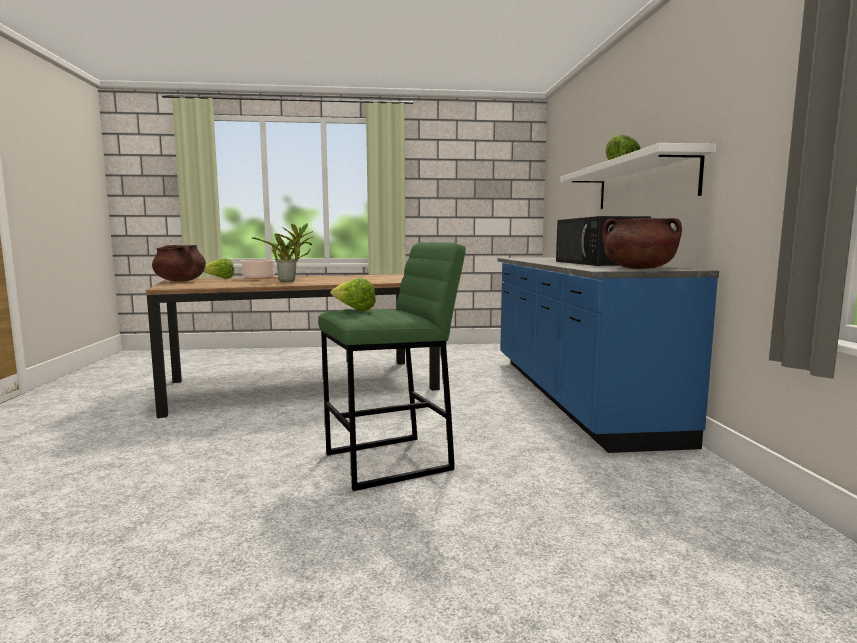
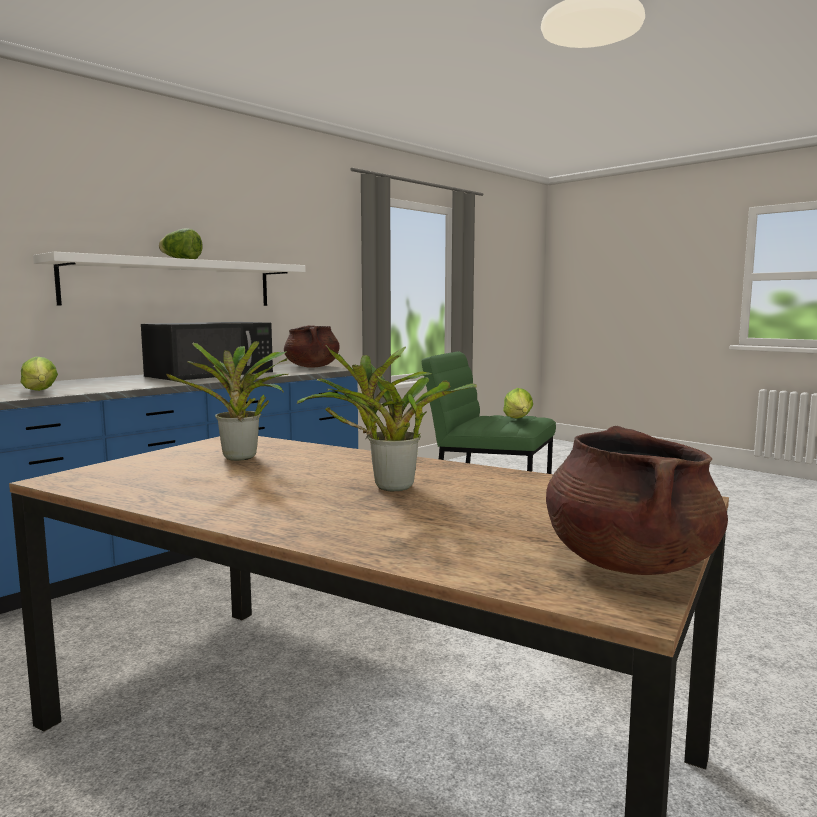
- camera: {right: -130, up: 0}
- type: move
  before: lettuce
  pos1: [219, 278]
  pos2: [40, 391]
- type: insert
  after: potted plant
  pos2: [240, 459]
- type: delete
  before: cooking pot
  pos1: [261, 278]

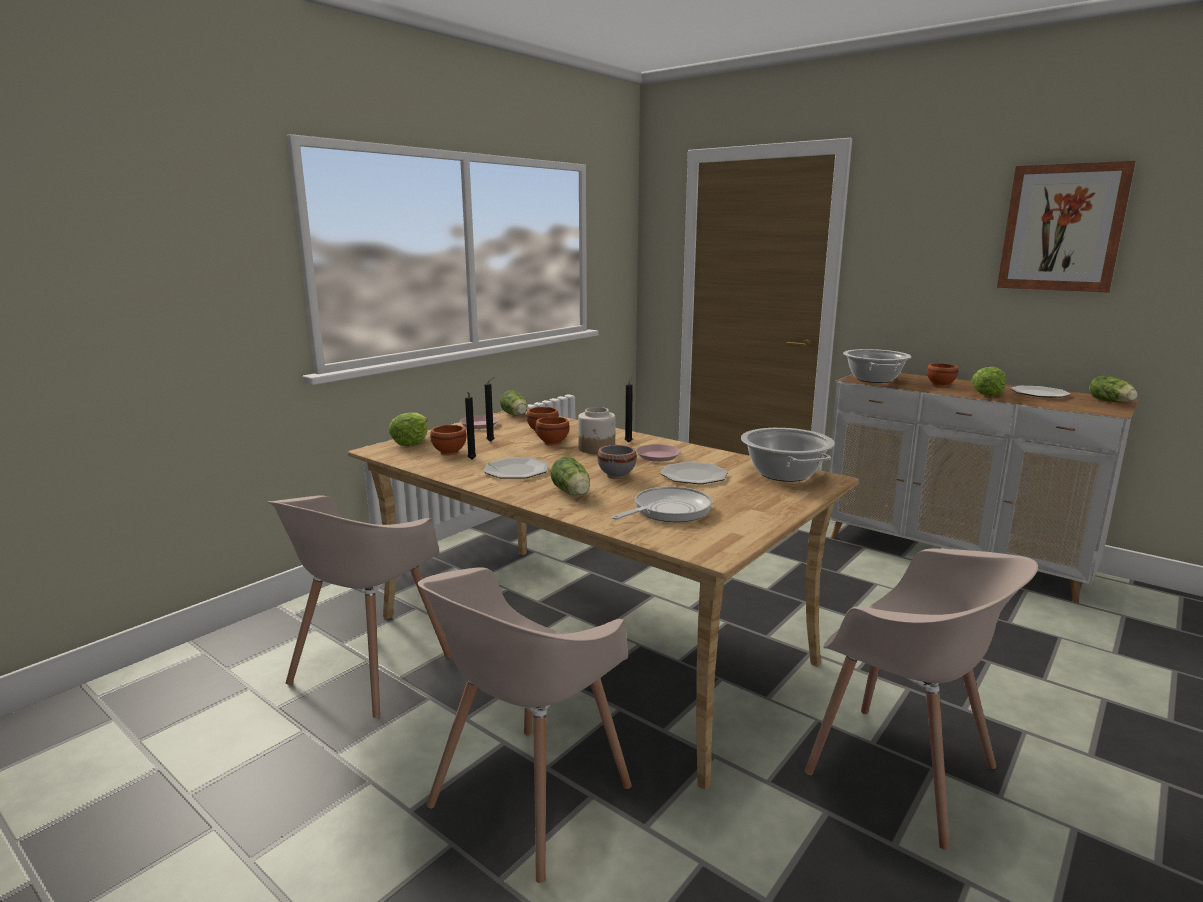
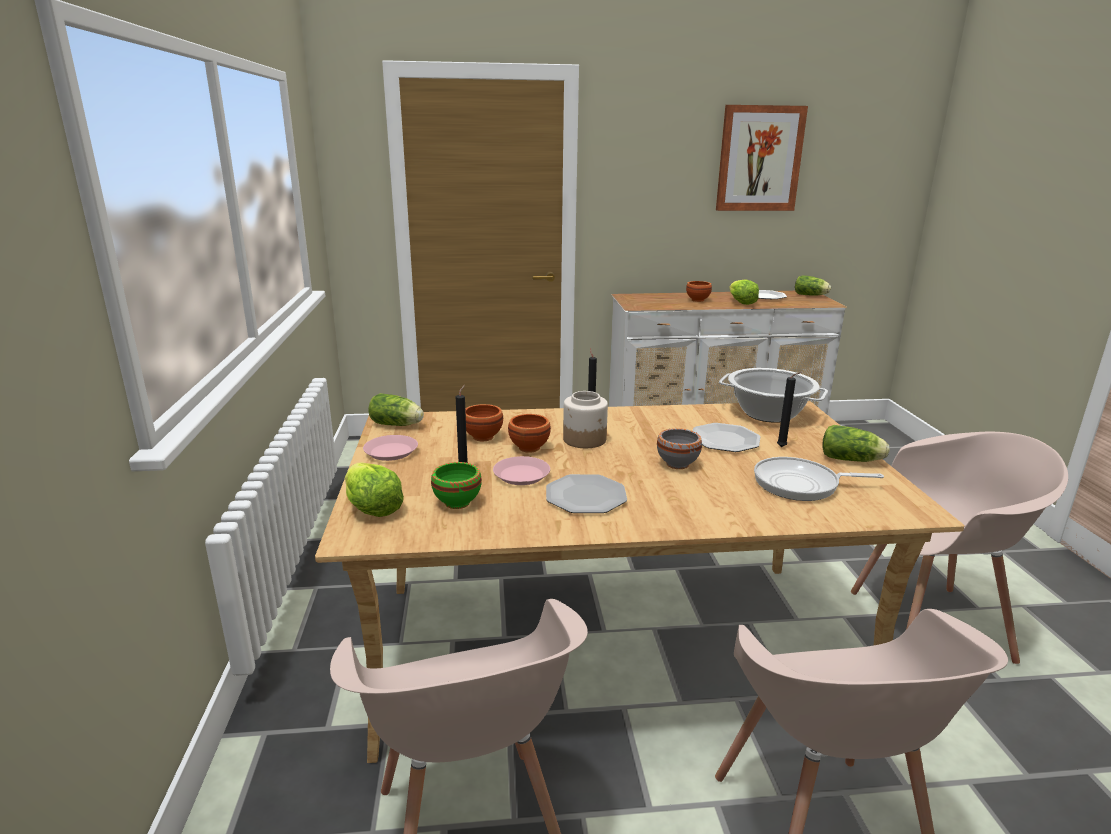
- camera: {right: -45, up: 5}
- type: recolor
  before: deep dish (brown)
  after: deep dish (green-coloured)
  pos1: [448, 453]
  pos2: [458, 503]
- type: move
  before: flat dish (pink-coloured)
  pos1: [658, 456]
  pos2: [521, 475]
- type: rotate
  before: pan
  pos1: [668, 511]
  pos2: [801, 484]
  turn: -90
- type: move
  before: wax light (blackish)
  pos1: [471, 460]
  pos2: [783, 447]
- type: move
  before: lettuce
  pos1: [572, 493]
  pos2: [852, 460]
- type: delete
  before: cooking pot
  pos1: [873, 379]

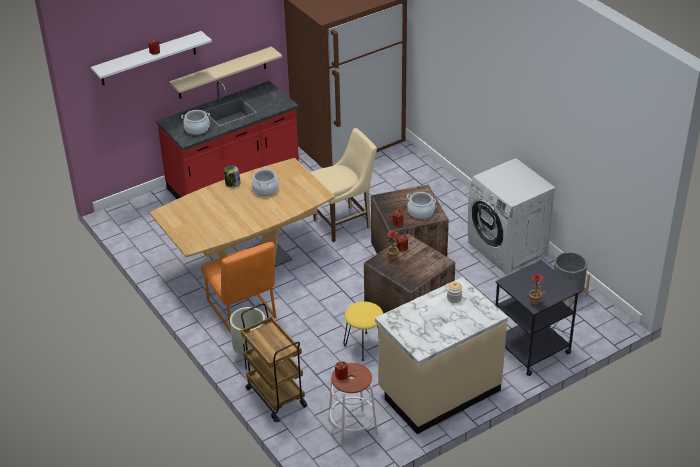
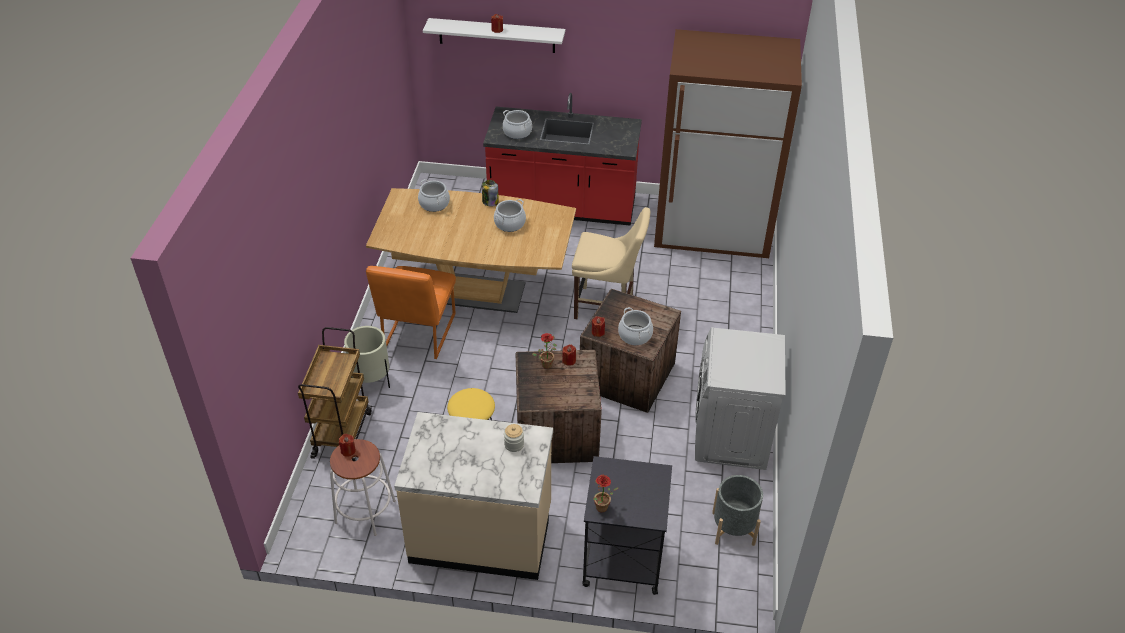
- camera: {right: 40, up: 5}
- type: insert
  after: cooking pot
  pos2: [434, 204]
- type: delete
  before: wall shelf (sand-coloured)
  pos1: [222, 73]

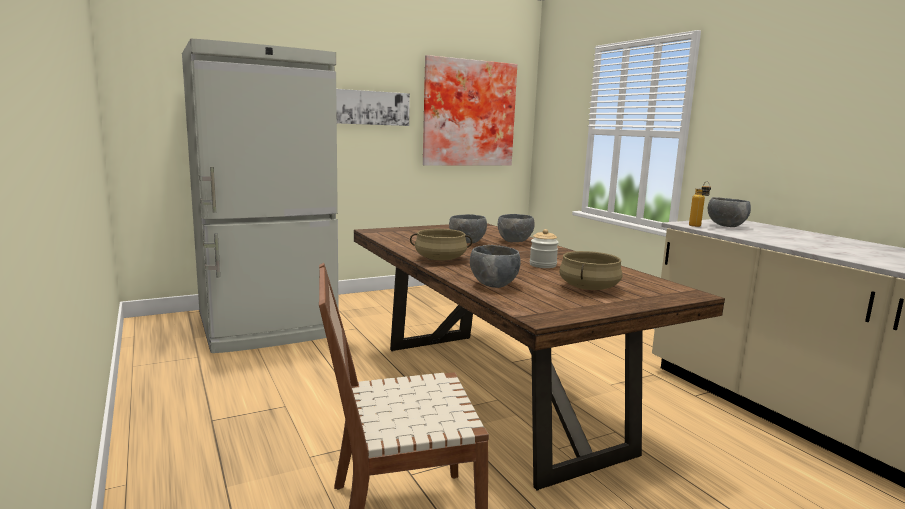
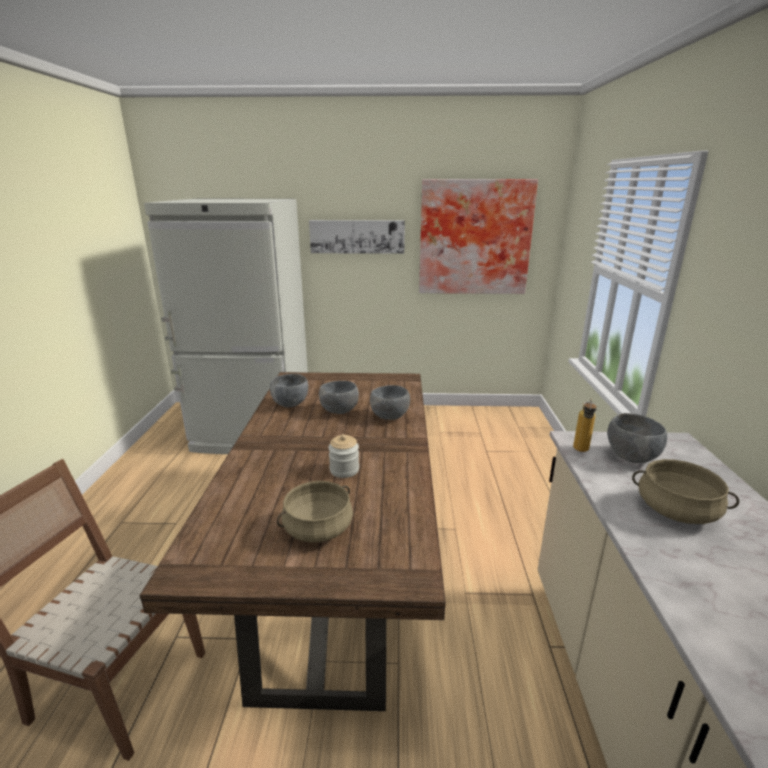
- camera: {right: 30, up: 10}
- type: move
  before: deep dish (greyish)
  pos1: [493, 285]
  pos2: [290, 404]
- type: move
  before: cooking pot (sand-coloured)
  pos1: [440, 259]
  pos2: [676, 511]

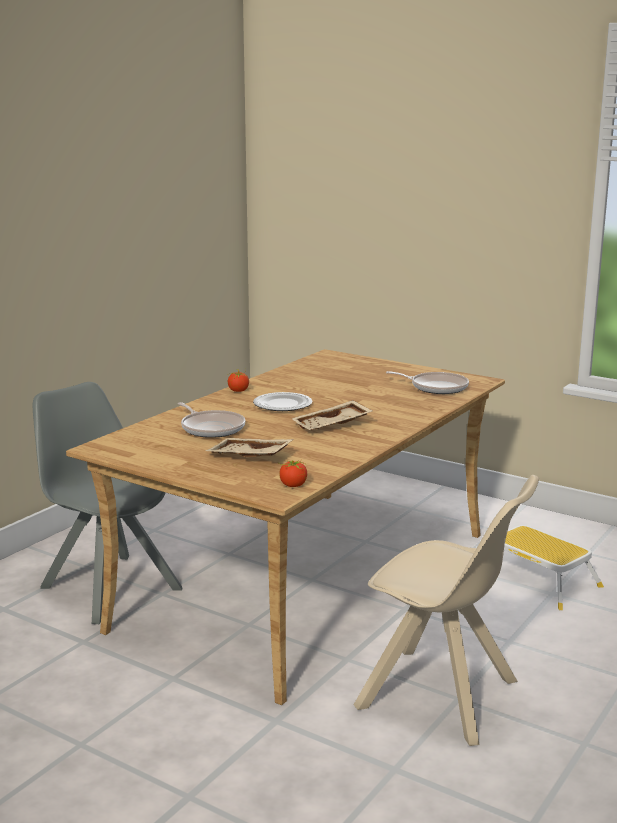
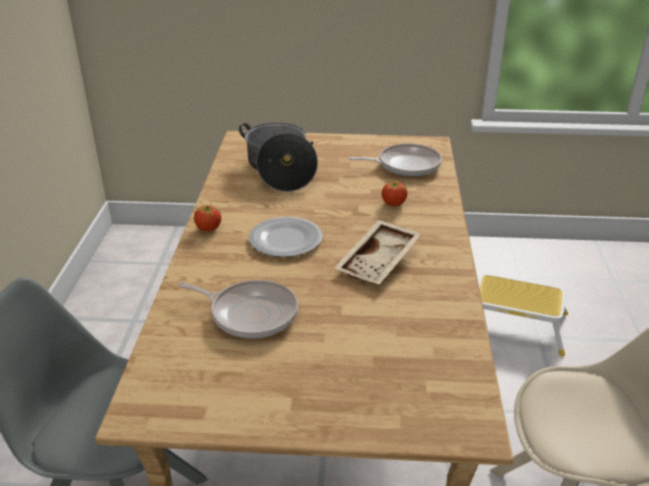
- camera: {right: -30, up: 15}
- type: insert
  after: cooking pot
  pos2: [280, 170]
- type: move
  before: fresh tomato
  pos1: [293, 485]
  pos2: [393, 203]
- type: delete
  before: serving tray (sand-coloured)
  pos1: [248, 457]

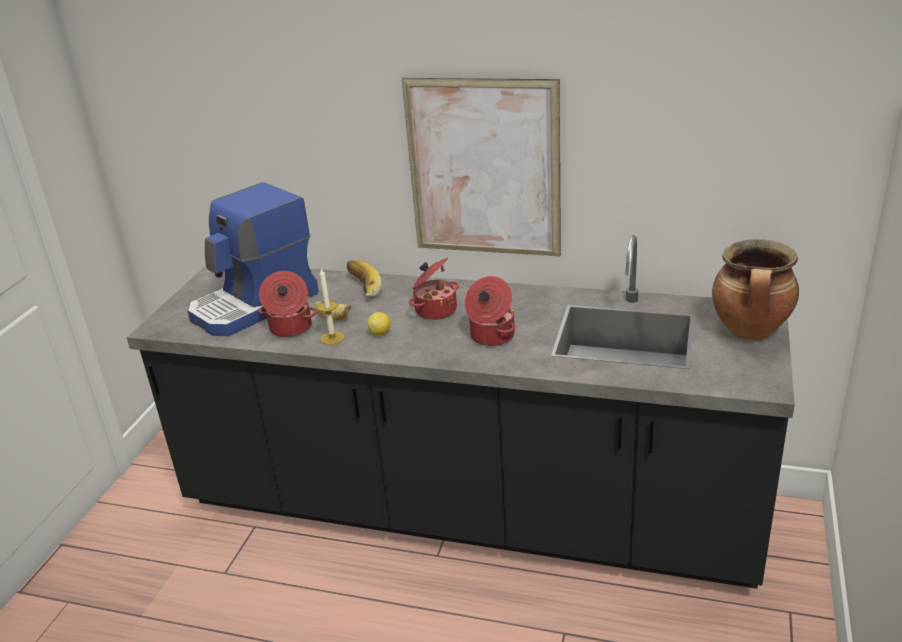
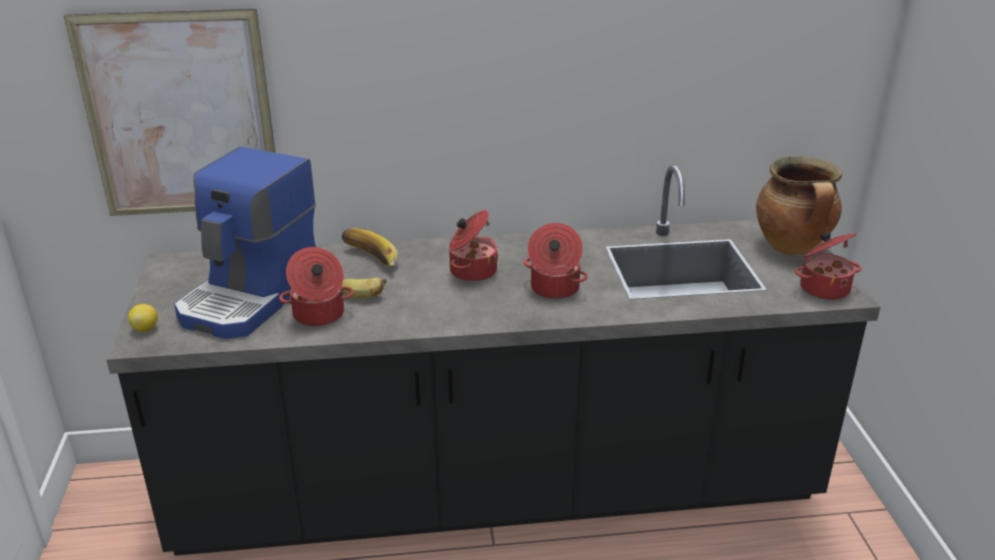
- camera: {right: -25, up: 0}
- type: move
  before: picture
  pos1: [483, 169]
  pos2: [180, 116]
- type: move
  before: whole lemon
  pos1: [380, 333]
  pos2: [145, 329]
- type: insert
  after: cooking pot
  pos2: [823, 288]
- type: delete
  before: wax light
  pos1: [332, 338]

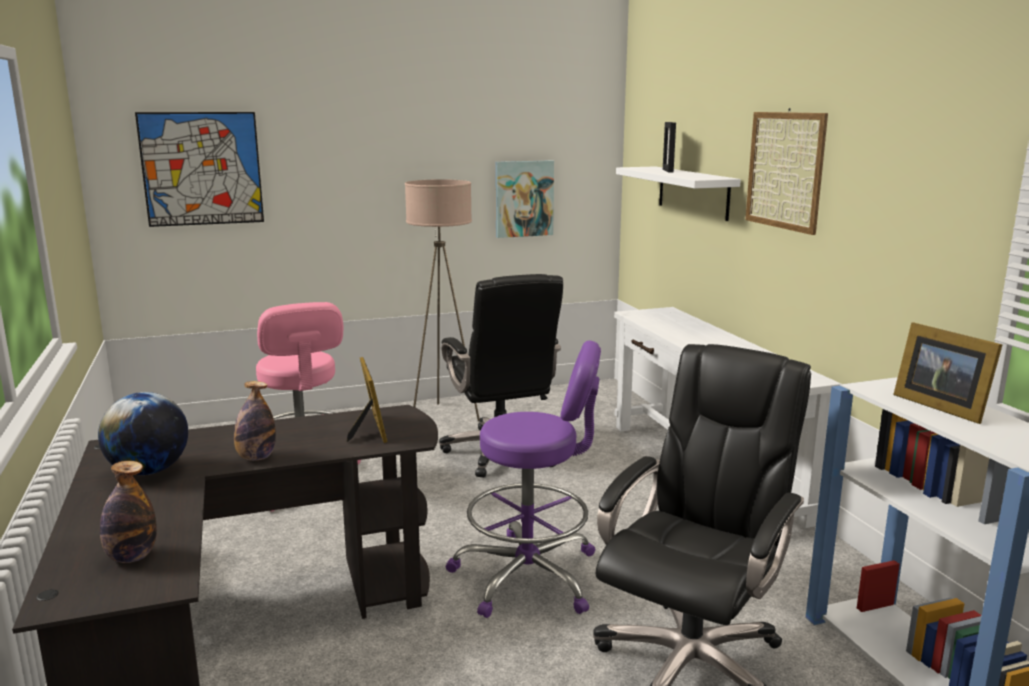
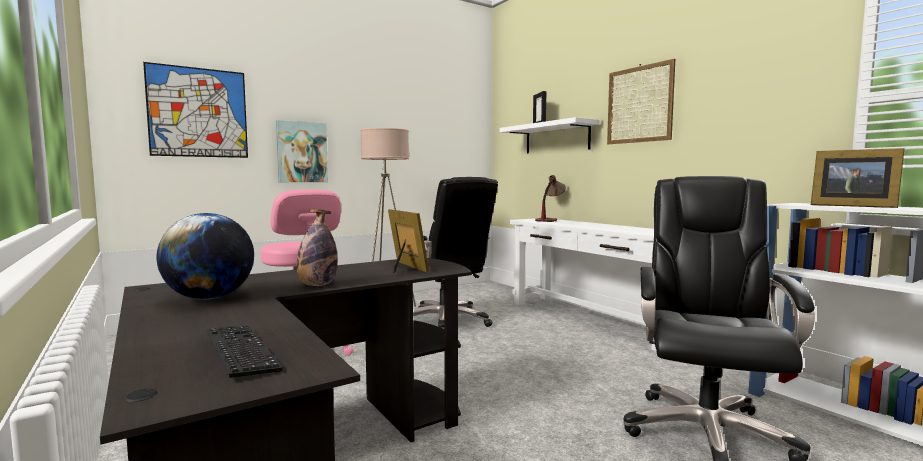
- camera: {right: -15, up: -10}
- type: replace
  before: beverage bottle
  after: keyboard
  pos1: [131, 557]
  pos2: [241, 352]
- type: move
  before: picture
  pos1: [524, 198]
  pos2: [302, 152]
- type: insert
  after: tabletop lamp
  pos2: [550, 220]
- type: delete
  before: stool (purple-coloured)
  pos1: [530, 576]

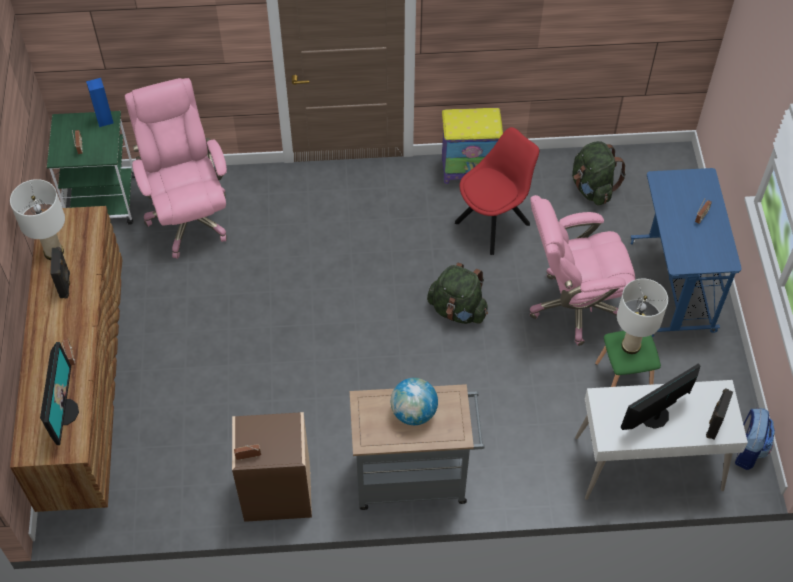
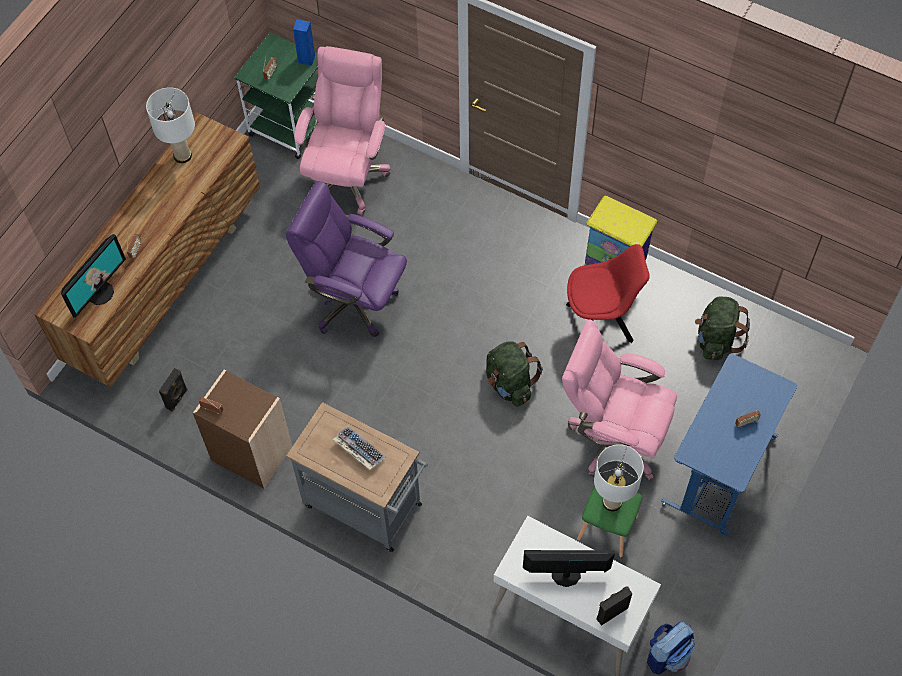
- camera: {right: 35, up: 5}
- type: move
  before: speaker (blackish)
  pos1: [65, 285]
  pos2: [177, 399]
- type: insert
  after: office chair (purple-coloured)
  pos2: [355, 302]
- type: replace
  before: world globe
  after: keyboard
  pos1: [413, 412]
  pos2: [358, 450]

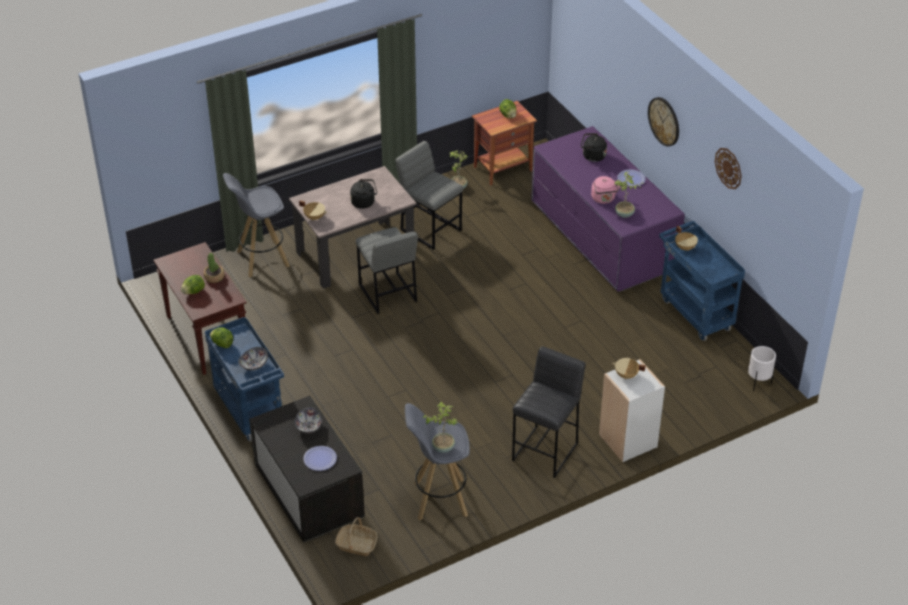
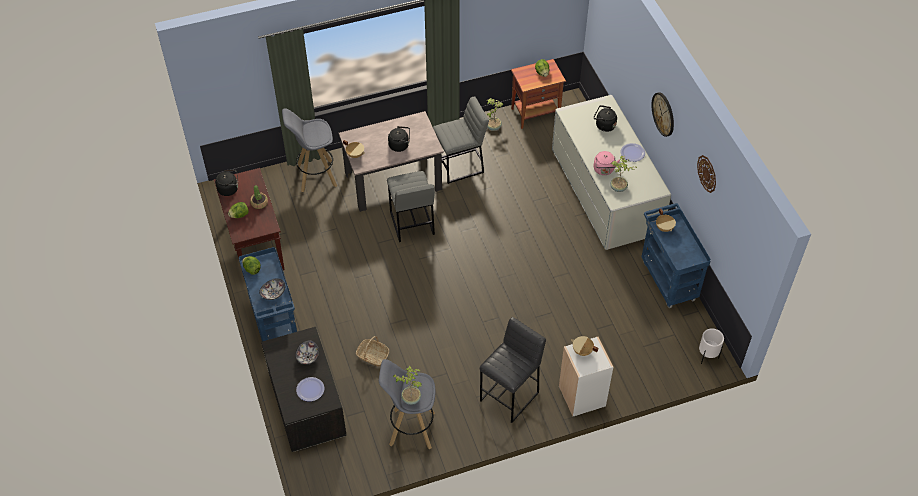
- camera: {right: 10, up: 10}
- type: insert
  after: tea kettle (blackish)
  pos2: [229, 189]
- type: move
  before: basket
  pos1: [356, 545]
  pos2: [372, 356]
- type: rotate
  before: plain chair (greyish)
  pos1: [429, 229]
  pos2: [460, 165]
  turn: 105
- type: recolor
  before: chest of drawers (purple-coloured)
  after: chest of drawers (white)
  pos1: [602, 238]
  pos2: [605, 194]

